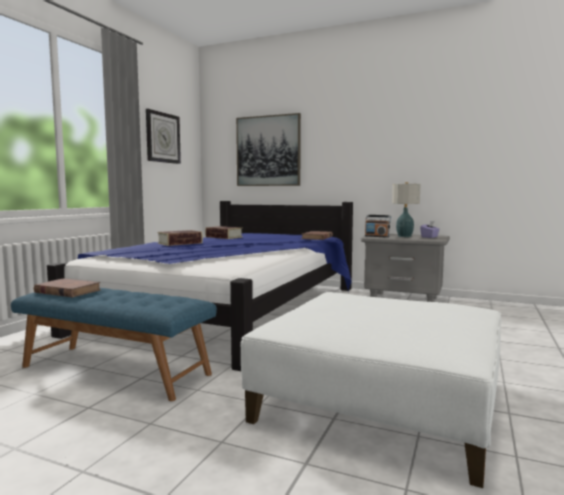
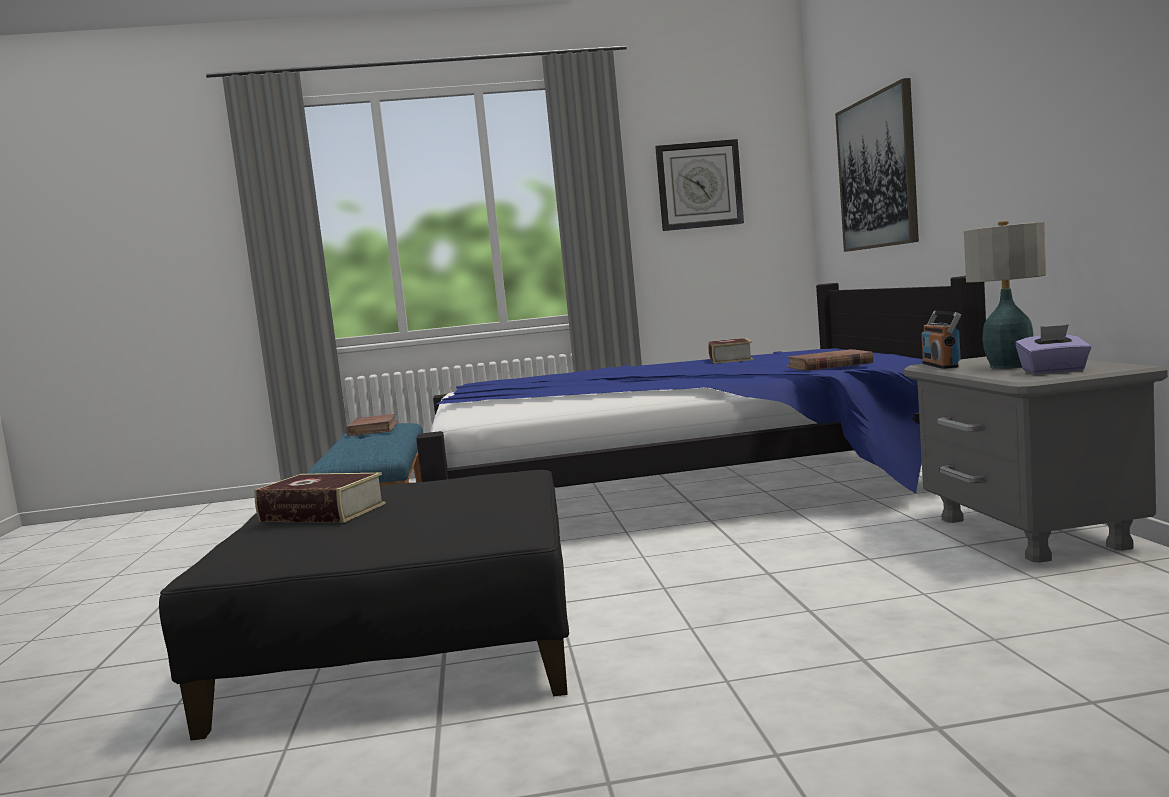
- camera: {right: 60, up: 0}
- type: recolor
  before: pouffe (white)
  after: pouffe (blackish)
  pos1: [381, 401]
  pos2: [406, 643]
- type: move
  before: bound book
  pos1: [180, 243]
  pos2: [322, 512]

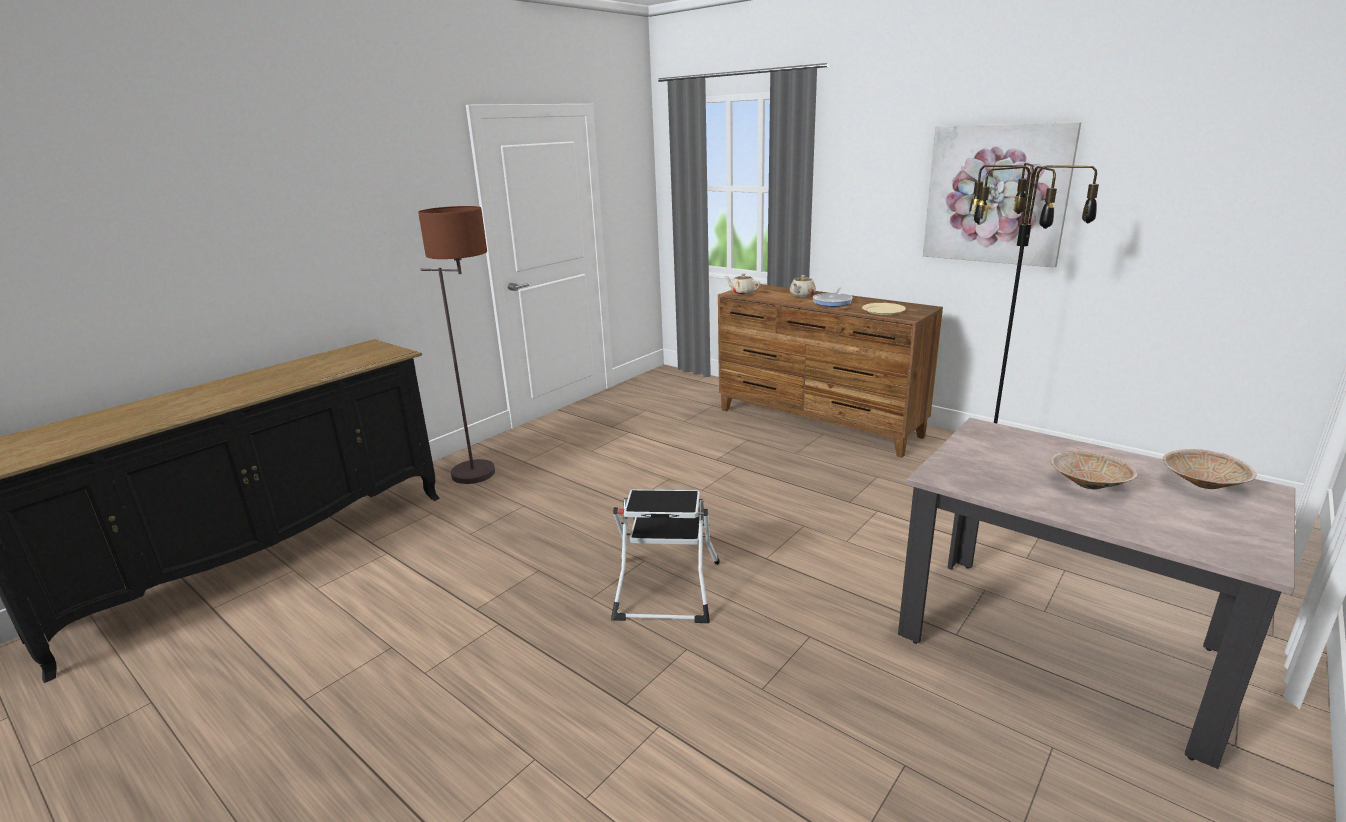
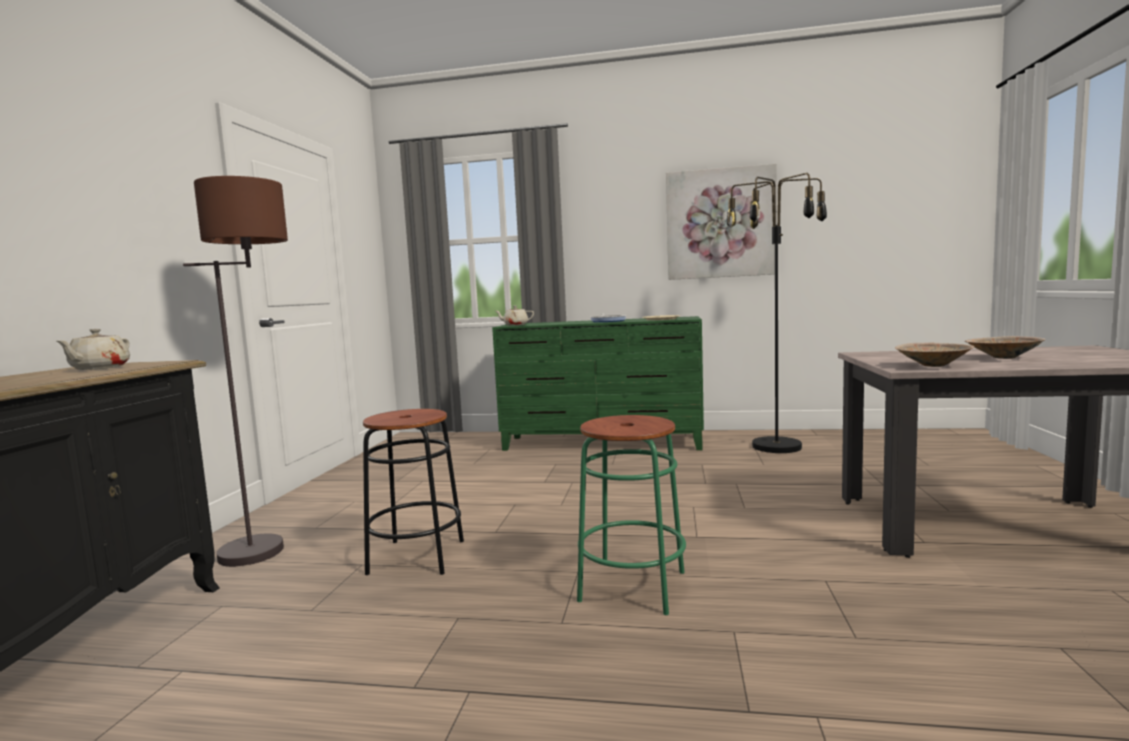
- camera: {right: -30, up: -15}
- type: move
  before: teapot (sand-coloured)
  pos1: [802, 295]
  pos2: [99, 368]
- type: insert
  after: stool (blackish)
  pos2: [417, 556]
- type: recolor
  before: chest of drawers (brown)
  after: chest of drawers (green-coloured)
  pos1: [818, 422]
  pos2: [602, 443]
- type: replace
  before: step ladder
  after: stool (green-coloured)
  pos1: [665, 586]
  pos2: [632, 586]
- type: move
  before: deep dish (sand-coloured)
  pos1: [1201, 484]
  pos2: [932, 366]

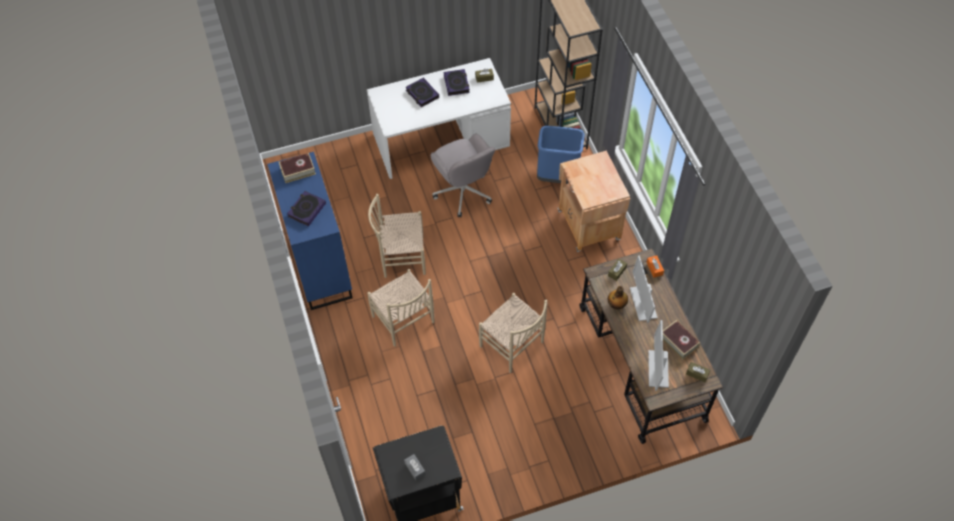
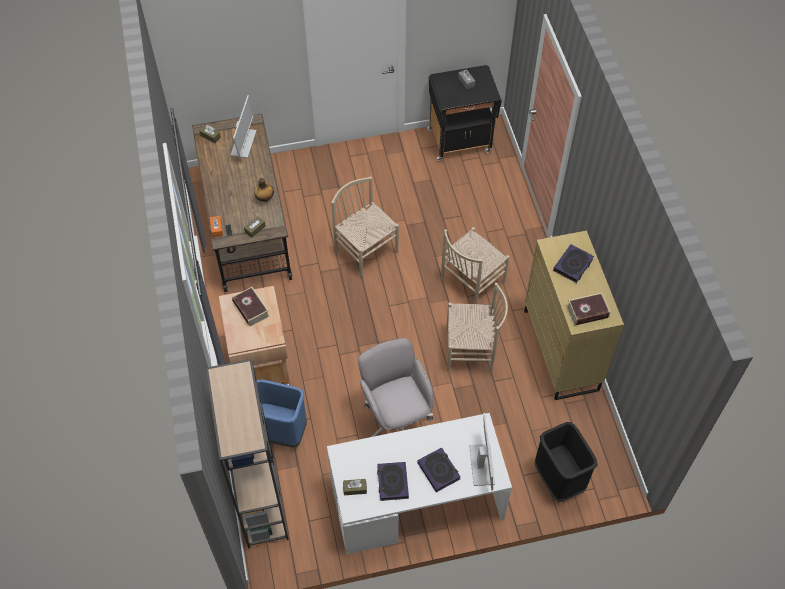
- camera: {right: -175, up: 0}
- type: move
  before: bound book
  pos1: [678, 342]
  pos2: [251, 309]
- type: rotate
  before: plain chair (sand-coloured)
  pos1: [404, 321]
  pos2: [470, 282]
  turn: -105
- type: move
  before: monitor
  pos1: [642, 302]
  pos2: [482, 465]
- type: recolor
  before: chest of drawers (blue-coloured)
  after: chest of drawers (sand-coloured)
  pos1: [319, 265]
  pos2: [561, 350]
- type: insert
  after: trash can (blackish)
  pos2: [558, 480]

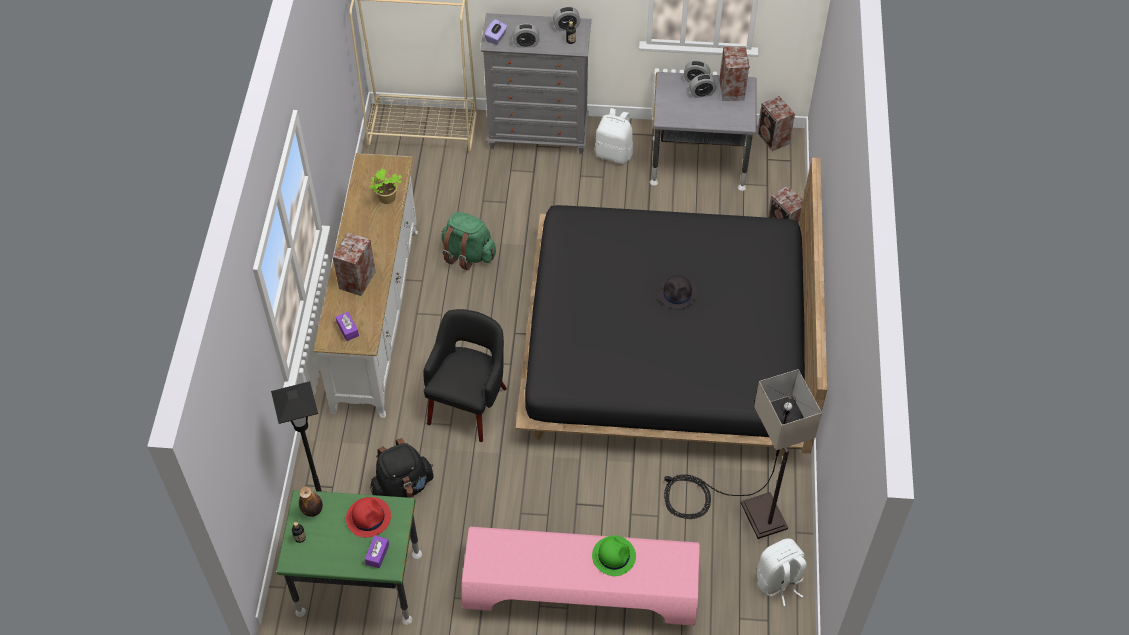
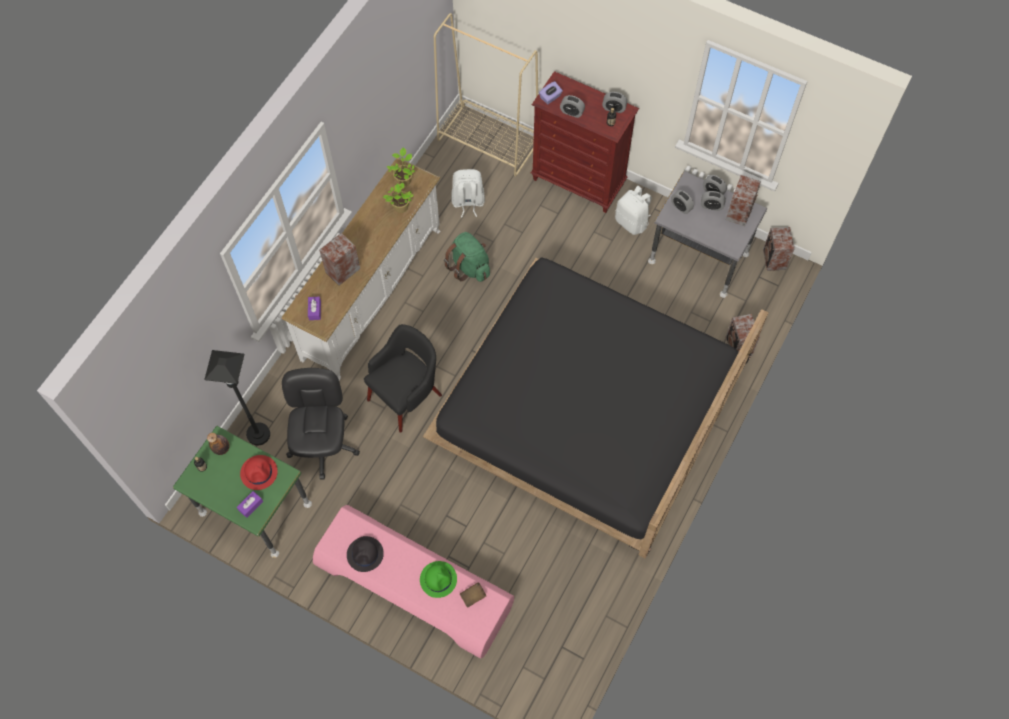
- camera: {right: 25, up: 10}
- type: replace
  before: knapsack (blackish)
  after: office chair (blackish)
  pos1: [403, 486]
  pos2: [324, 444]
- type: move
  before: hat (blackish)
  pos1: [677, 294]
  pos2: [365, 554]
- type: insert
  after: potted plant
  pos2: [404, 179]
- type: move
  before: knapsack (white)
  pos1: [779, 581]
  pos2: [468, 202]
- type: insert
  after: bound book (brown)
  pos2: [473, 596]
- type: recolor
  before: chest of drawers (greyish)
  after: chest of drawers (red)
  pos1: [539, 135]
  pos2: [579, 182]
- type: insert
  after: alarm clock
  pos2: [681, 207]
- type: delete
  before: standard lamp
  pos1: [722, 505]

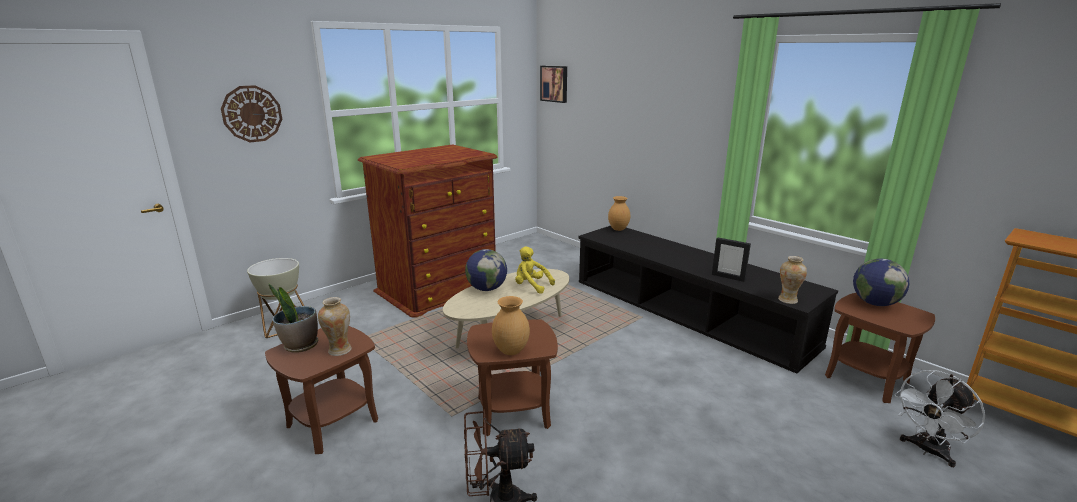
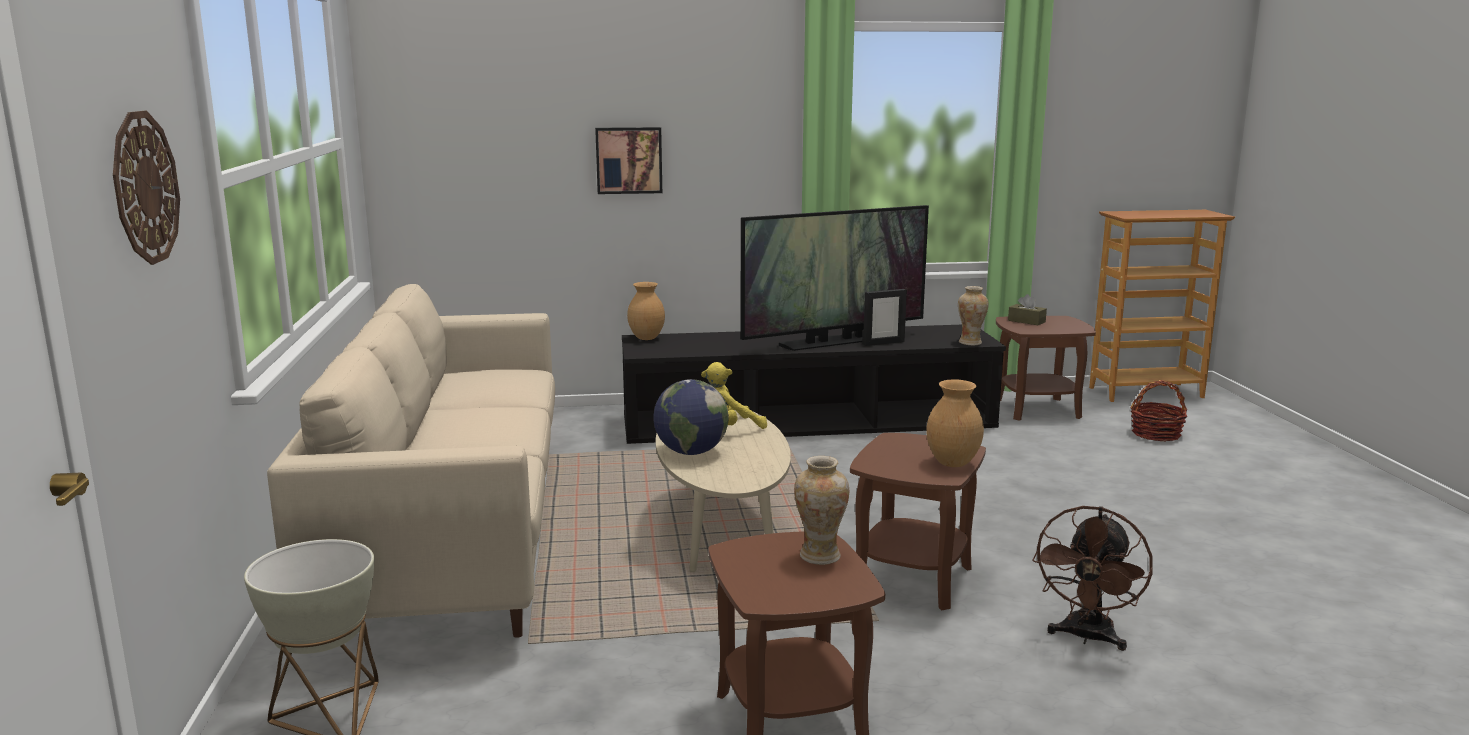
- camera: {right: -55, up: -5}
- type: replace
  before: chest of drawers (brown)
  after: sofa (sand-coloured)
  pos1: [439, 288]
  pos2: [453, 535]
- type: move
  before: picture
  pos1: [554, 83]
  pos2: [629, 160]
- type: insert
  after: television
  pos2: [833, 342]
- type: replace
  before: world globe
  after: box of tissues (brown)
  pos1: [875, 303]
  pos2: [1026, 321]
- type: replace
  before: fan (white)
  after: basket
  pos1: [927, 451]
  pos2: [1156, 434]
- type: delete
  before: potted plant
  pos1: [300, 345]

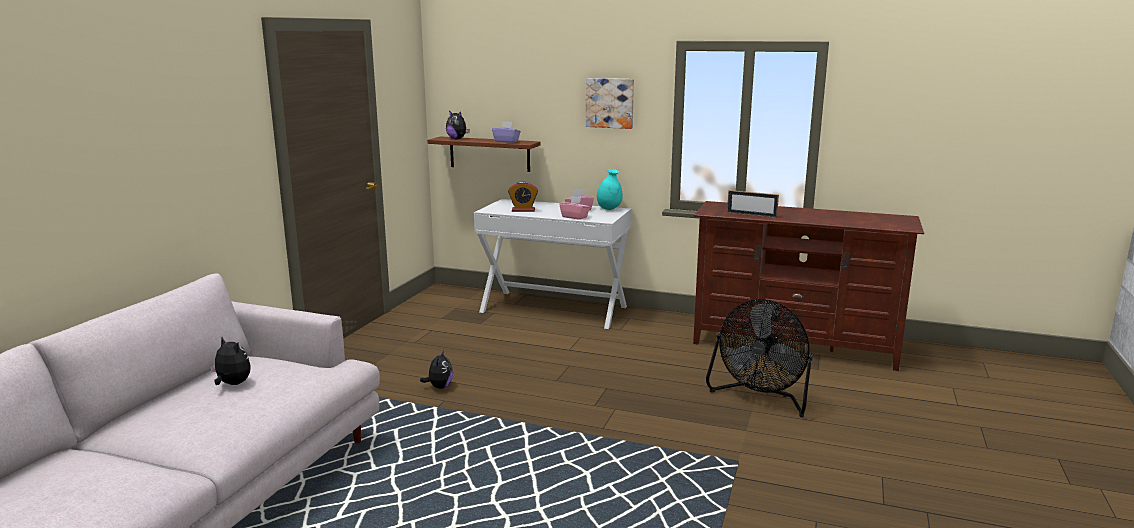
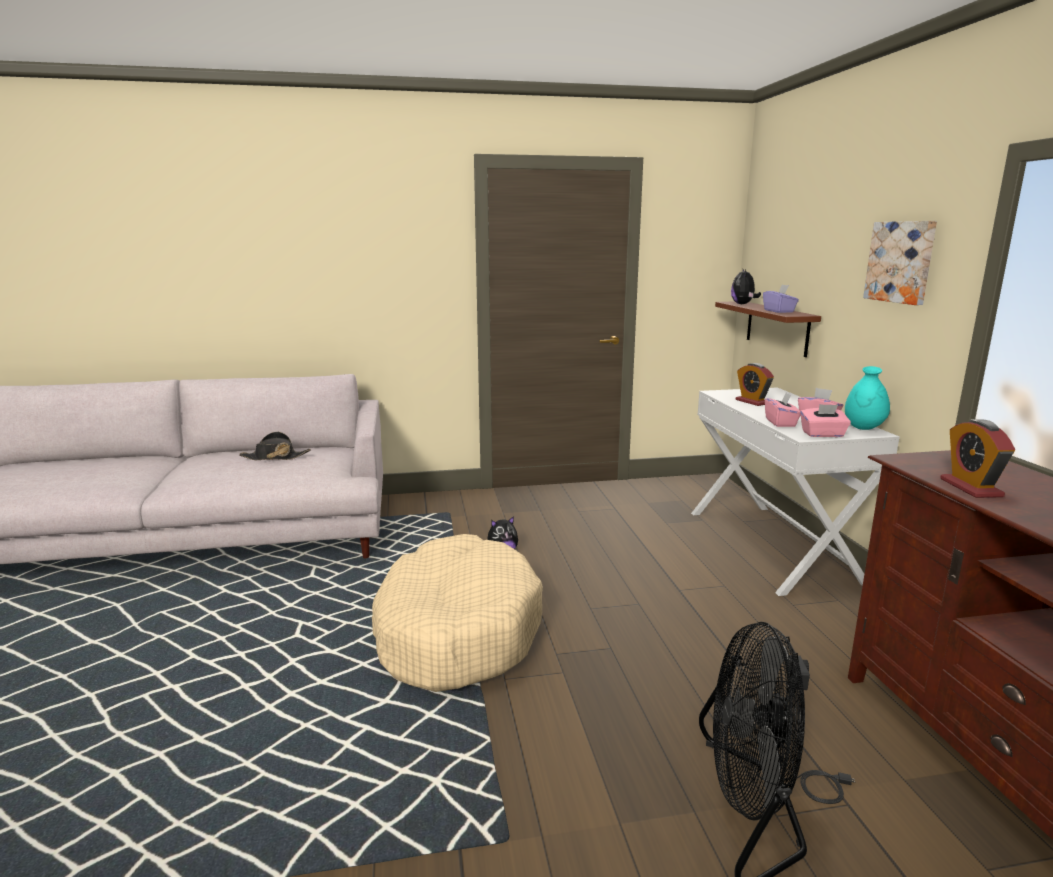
- camera: {right: 60, up: 0}
- type: replace
  before: cuddly toy
  after: hat (blackish)
  pos1: [232, 384]
  pos2: [275, 457]
- type: insert
  after: dog bed (sand-coloured)
  pos2: [456, 631]
- type: insert
  after: box of tissues (pink-coloured)
  pos2: [823, 434]
- type: replace
  before: photo frame
  after: alarm clock
  pos1: [751, 215]
  pos2: [971, 488]

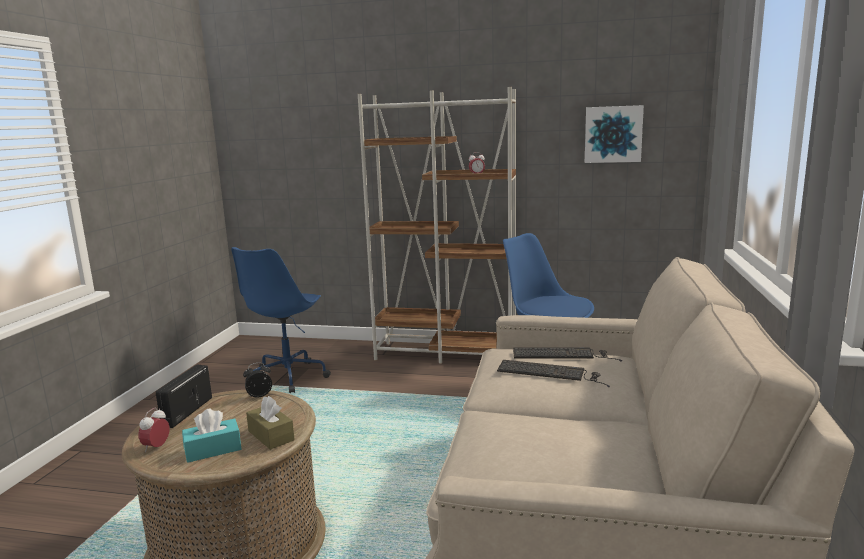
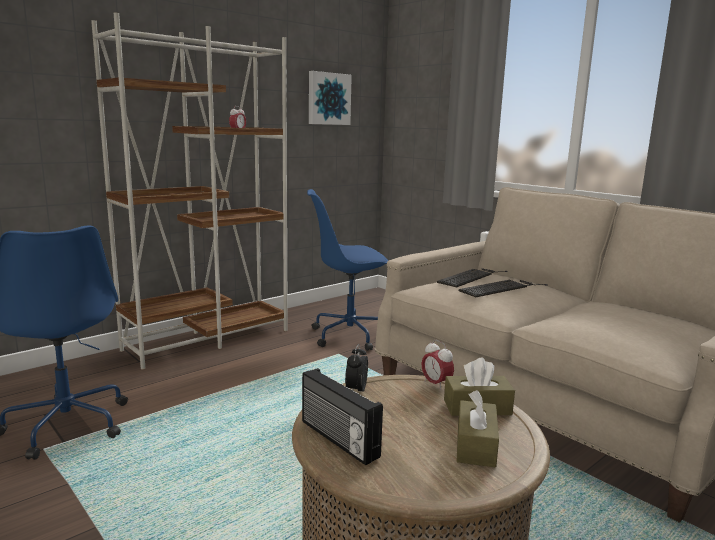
- camera: {right: -55, up: 0}
- type: move
  before: alarm clock
  pos1: [156, 447]
  pos2: [436, 384]
- type: recolor
  before: box of tissues (blue-green)
  after: box of tissues (brown)
  pos1: [213, 450]
  pos2: [475, 445]

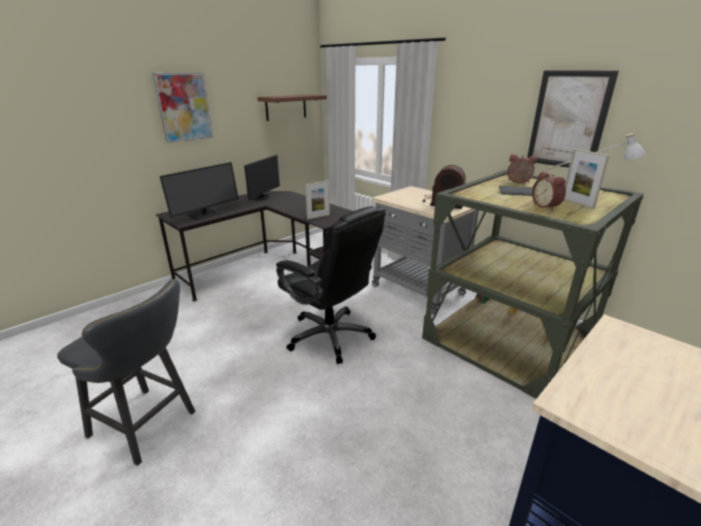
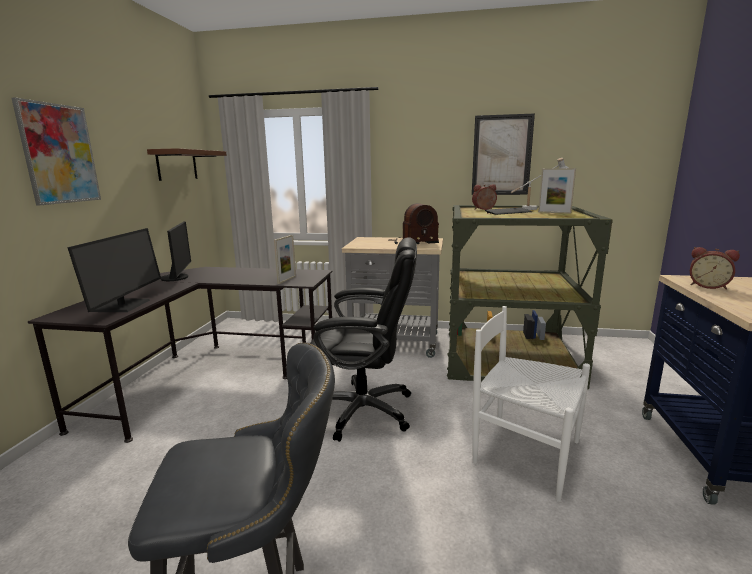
- camera: {right: -35, up: -10}
- type: insert
  after: plain chair (white)
  pos2: [524, 454]
- type: move
  before: alarm clock
  pos1: [546, 206]
  pos2: [708, 286]

